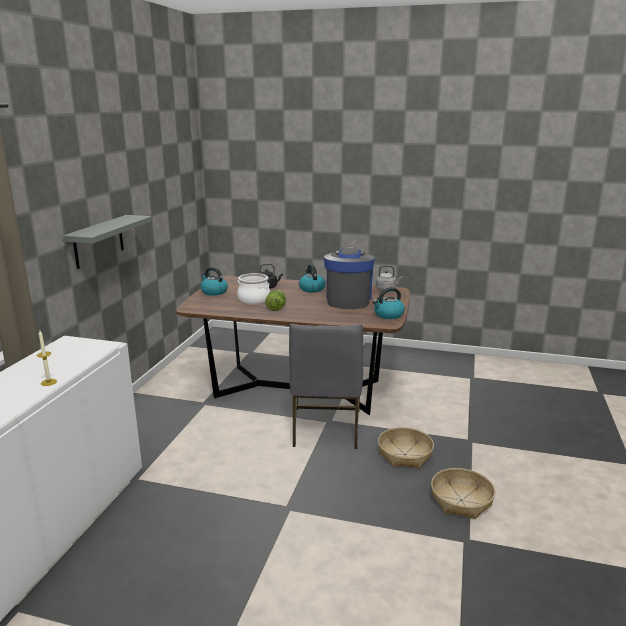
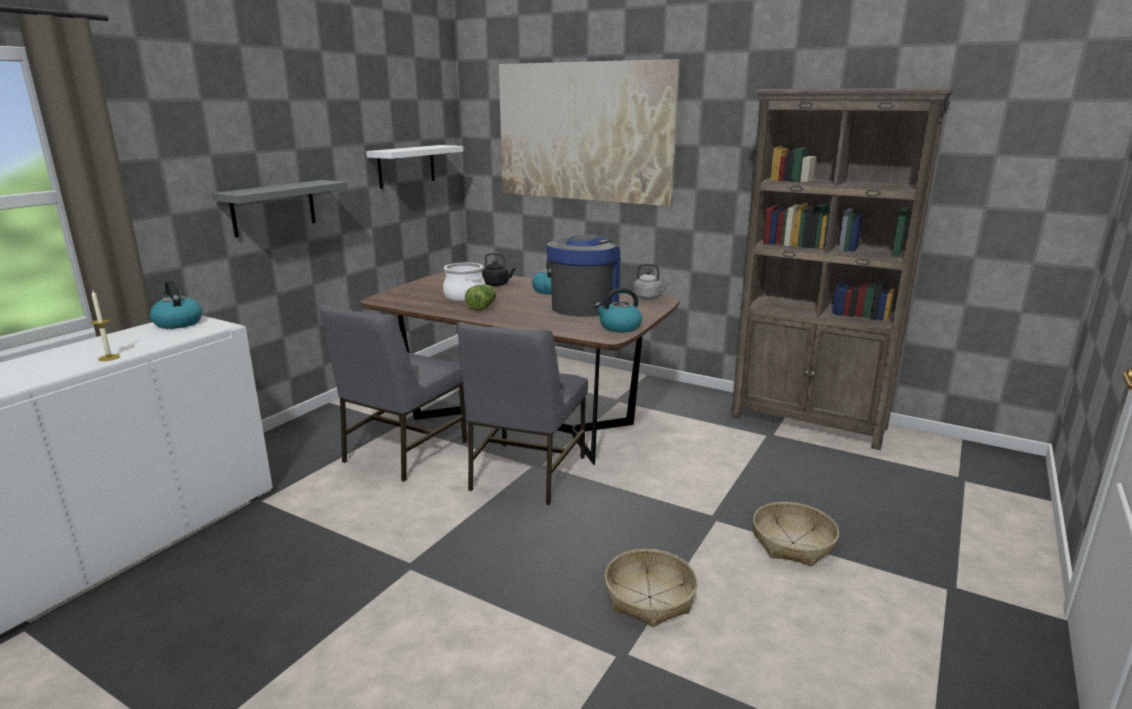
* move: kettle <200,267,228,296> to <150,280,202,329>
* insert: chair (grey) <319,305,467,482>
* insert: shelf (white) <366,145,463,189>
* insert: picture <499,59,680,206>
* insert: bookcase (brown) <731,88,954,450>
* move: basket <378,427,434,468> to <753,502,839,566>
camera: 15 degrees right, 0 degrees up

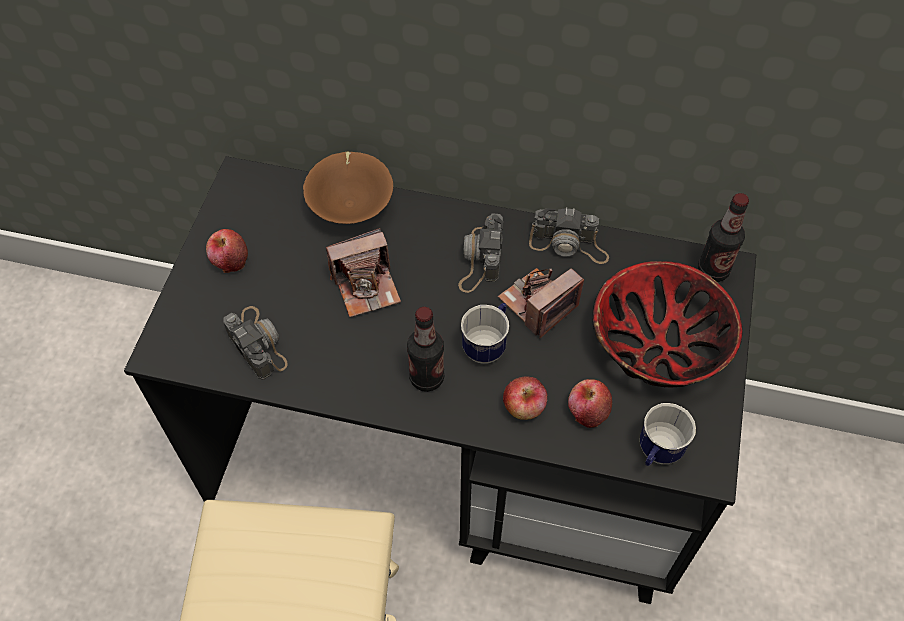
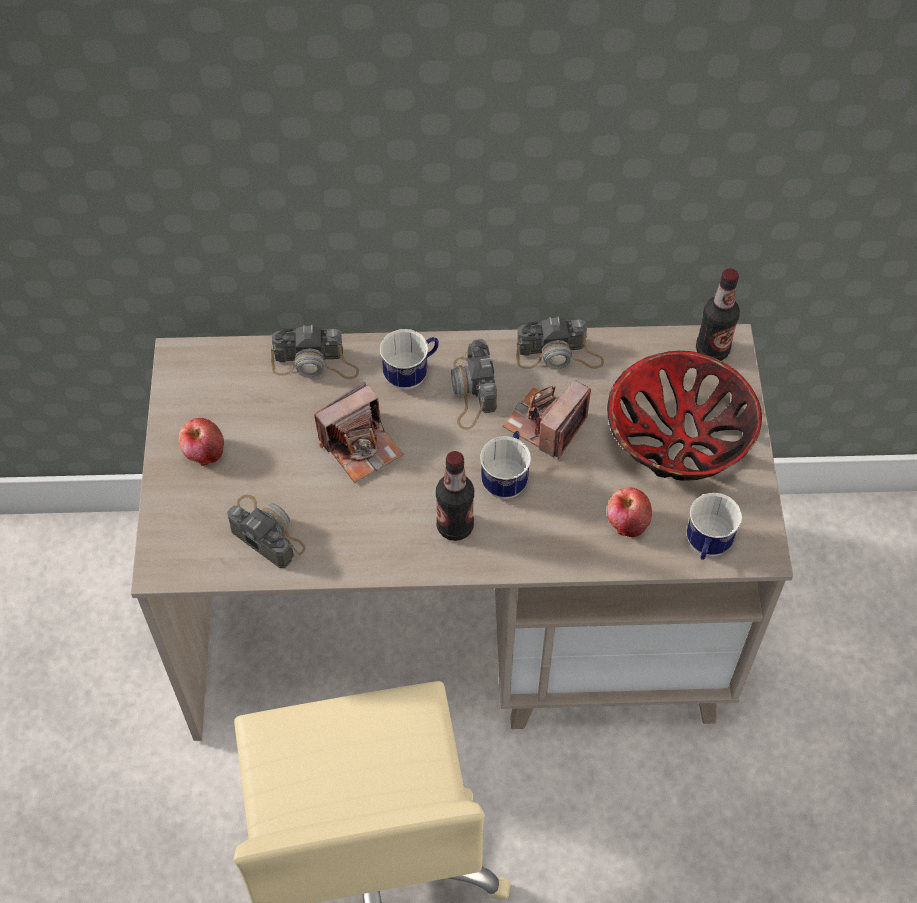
* recolor: desk (black) <124,156,756,604> to desk (beige) <131,324,793,741>
* replace: bowl (brown) <303,152,393,224> to photo camera <271,325,359,379>
* insert: mug <380,329,439,389>
* delete: apple <503,376,547,420>
camera: 15 degrees left, 0 degrees up

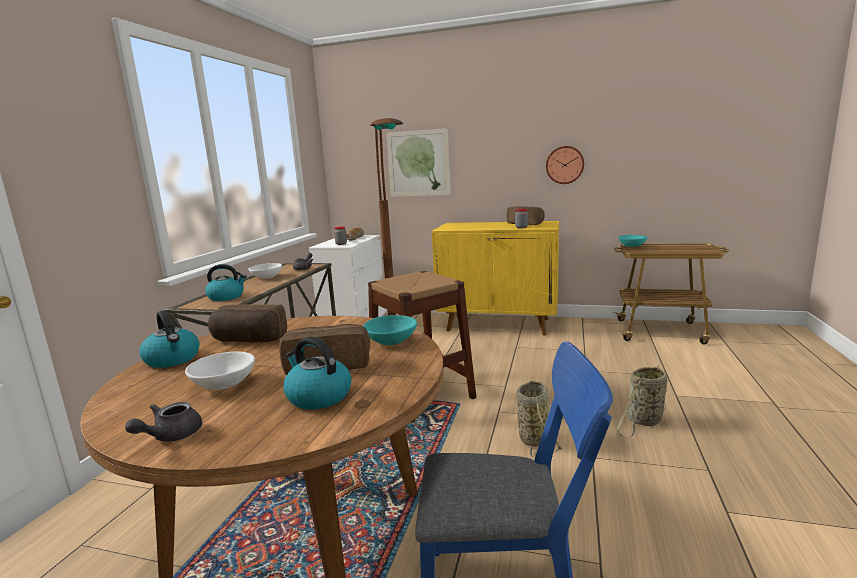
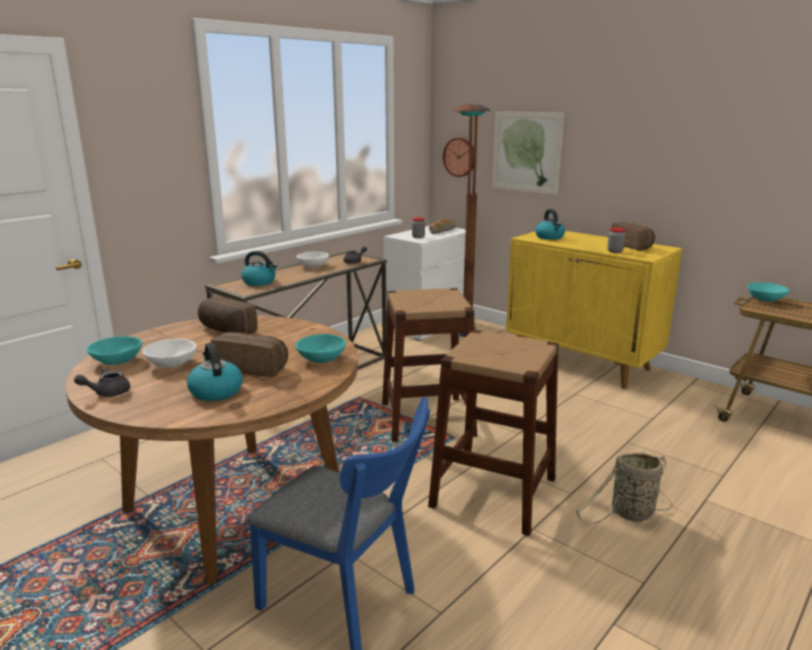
* insert: bowl (turquoise) <86,336,142,365>
* replace: basket <516,381,563,457> to stool (brown) <428,330,559,536>
* move: wall clock <546,146,584,184> to <443,138,474,177>
* move: kettle <140,310,199,368> to <535,209,565,240>
camera: 25 degrees right, 5 degrees up

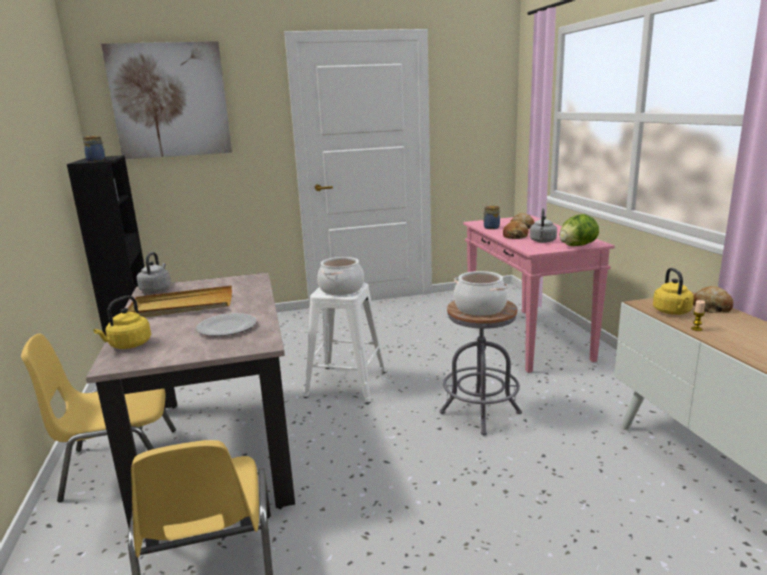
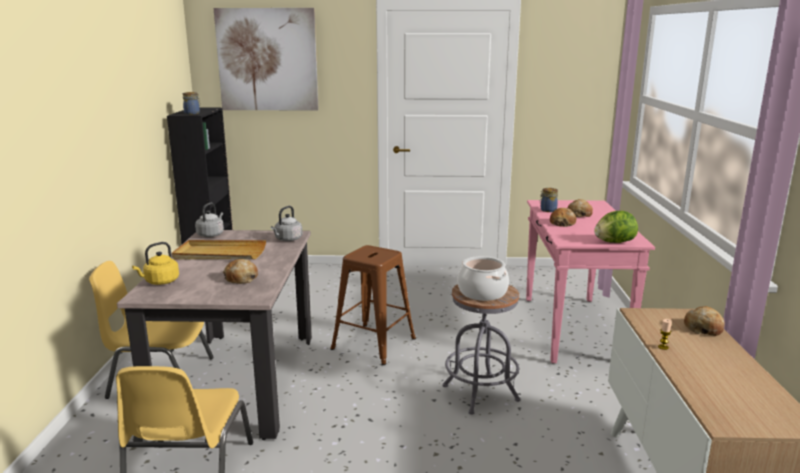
* replace: plate <196,313,257,336> to bread <223,259,258,284>
* move: kettle (grey) <530,208,557,243> to <271,206,302,241>
* recolor: stool (white) <304,283,386,404> to stool (brown) <330,245,416,365>
* delete: cooking pot <317,257,364,295>
* delete: kettle (yellow) <653,268,694,315>
camera: 15 degrees right, 0 degrees up

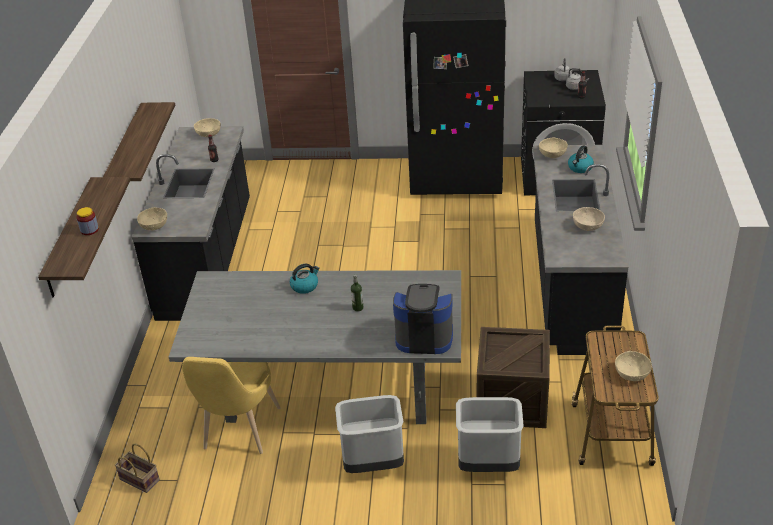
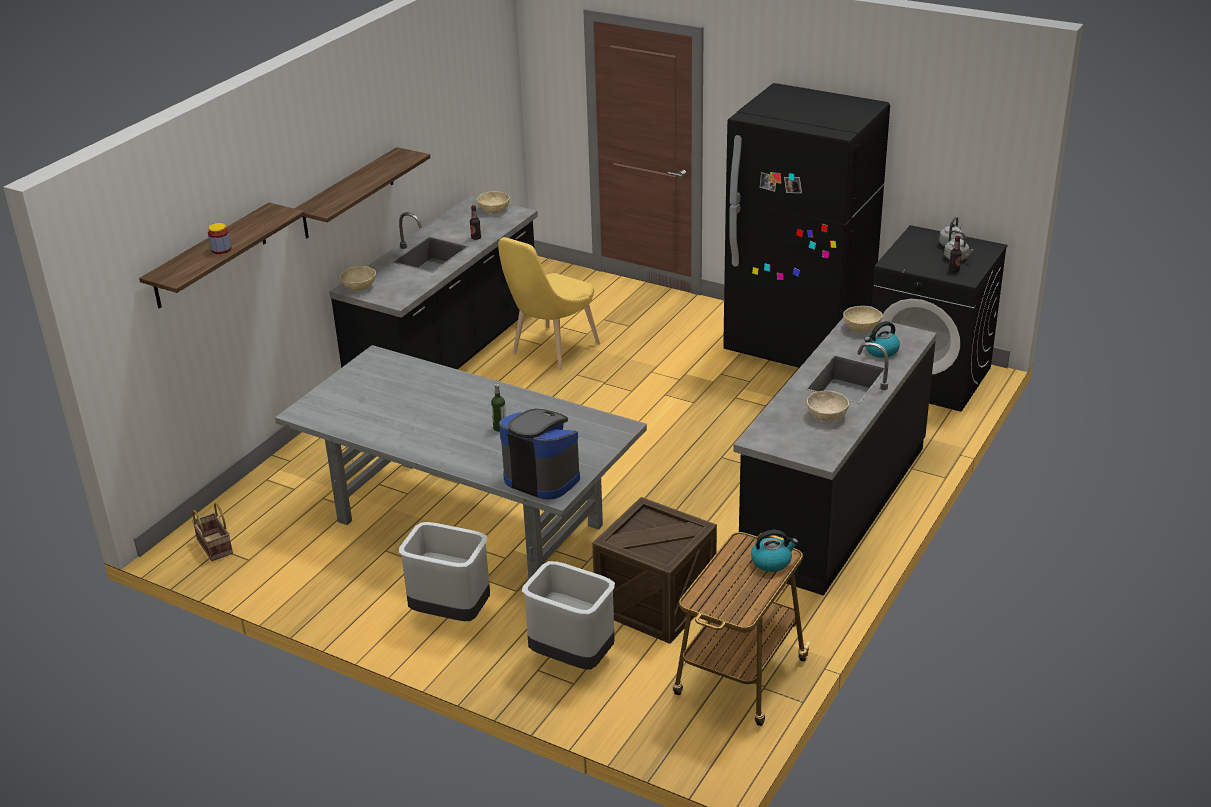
* move: chair (yellow) <182,357,280,454> to <498,237,600,370>
* move: kettle <290,264,319,294> to <751,530,798,572>
* delete: bowl (beige) <615,351,652,381>
camera: 25 degrees right, 5 degrees down

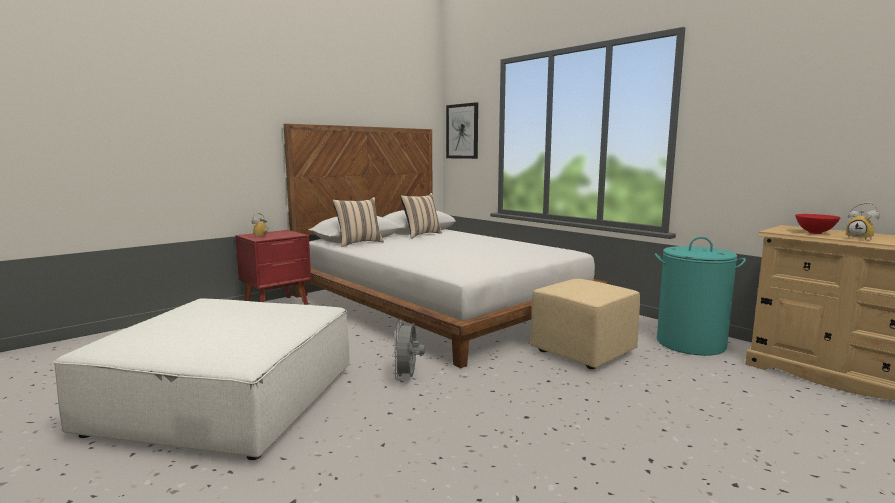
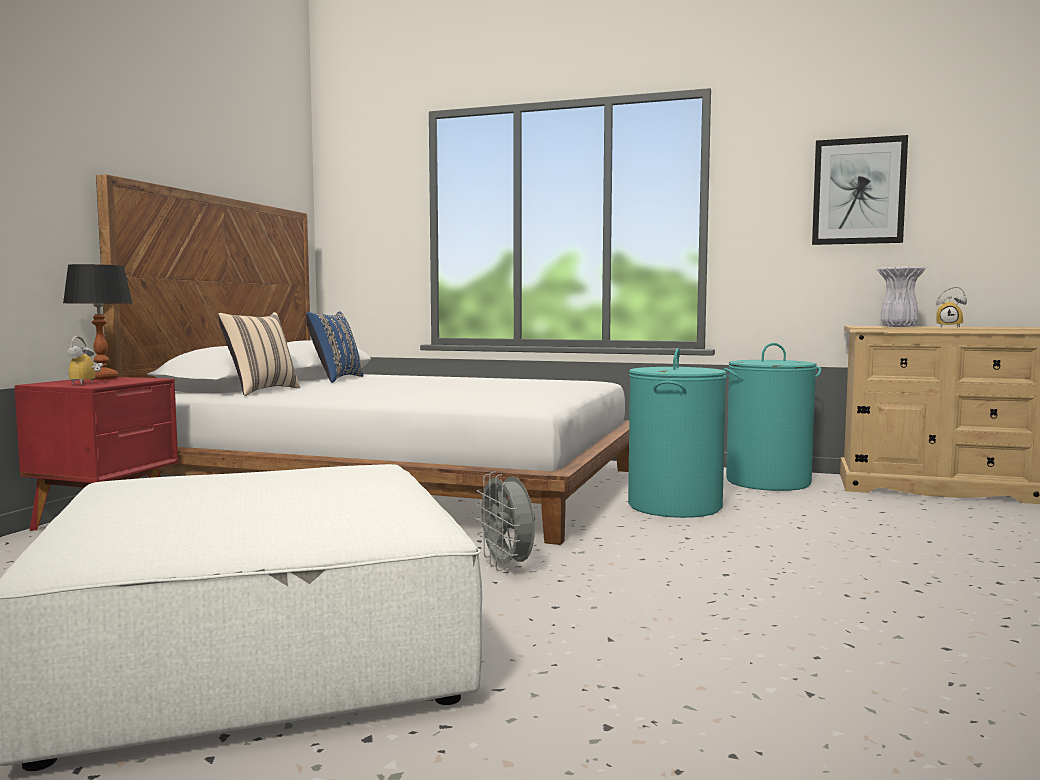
* insert: table lamp <63,264,132,380>
* recolor: pillow (beige) <400,193,442,238> to pillow (blue) <306,311,363,383>
* replace: ottoman (beige) <530,279,640,369> to laundry basket (turquoise) <628,348,727,518>
* move: picture <446,102,478,159> to <812,135,908,245>
* replace: bowl (red) <795,214,840,234> to vase (white) <877,266,926,327>
camera: 30 degrees left, 5 degrees down

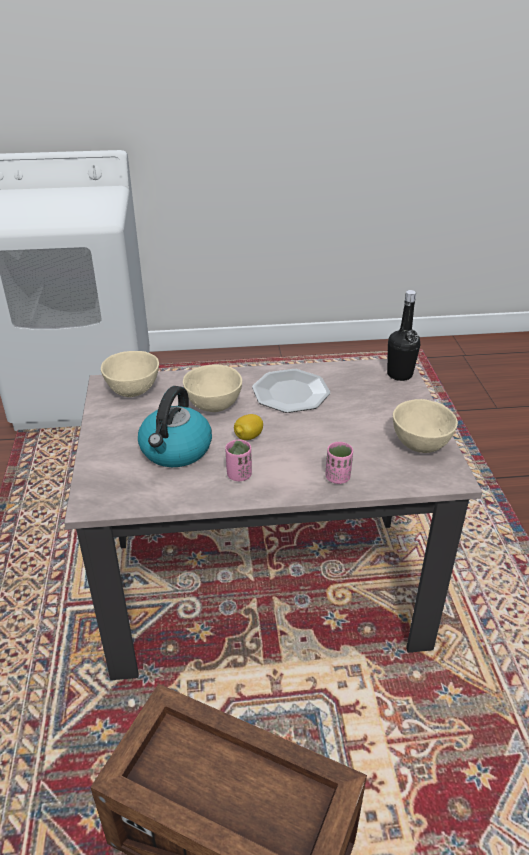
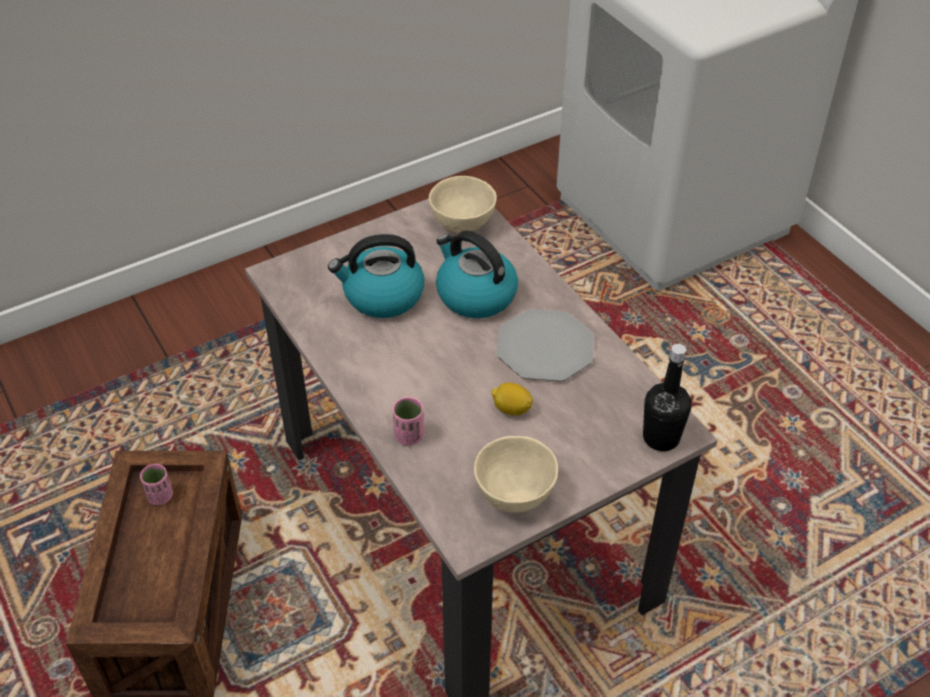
* move: cup (pink) <225,439,252,481> to <140,464,173,505>
* replace: bowl (beige) <183,365,242,412> to kettle <436,231,518,318>
* move: lemon <234,414,263,440> to <491,383,533,415>
camera: 65 degrees right, 10 degrees up

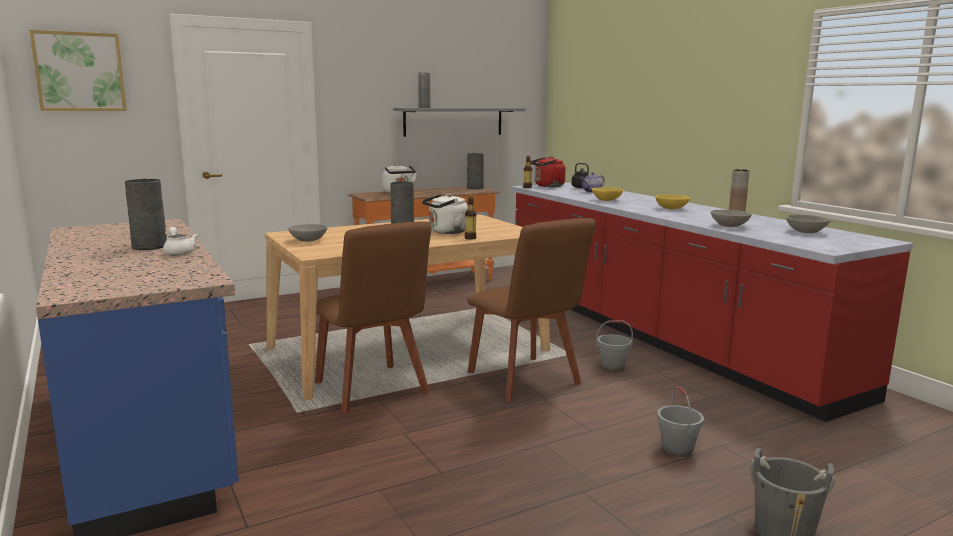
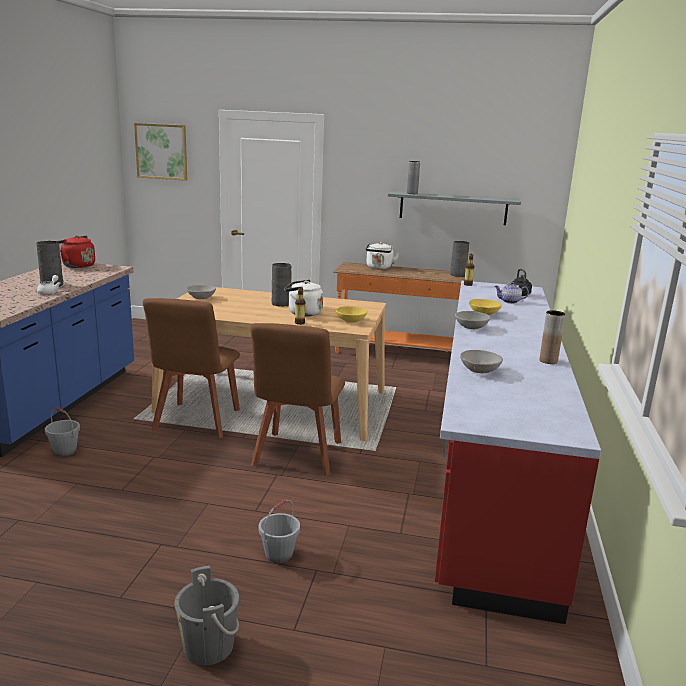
* move: bucket (grey) <596,320,633,372> to <45,407,80,457>
* move: kettle (red) <531,156,566,187> to <57,236,95,268>
* move: bowl (yellow) <655,195,690,209> to <336,306,368,323>
* move: bowl (grey) <786,215,831,233> to <455,311,490,329>
camera: 40 degrees right, 5 degrees up

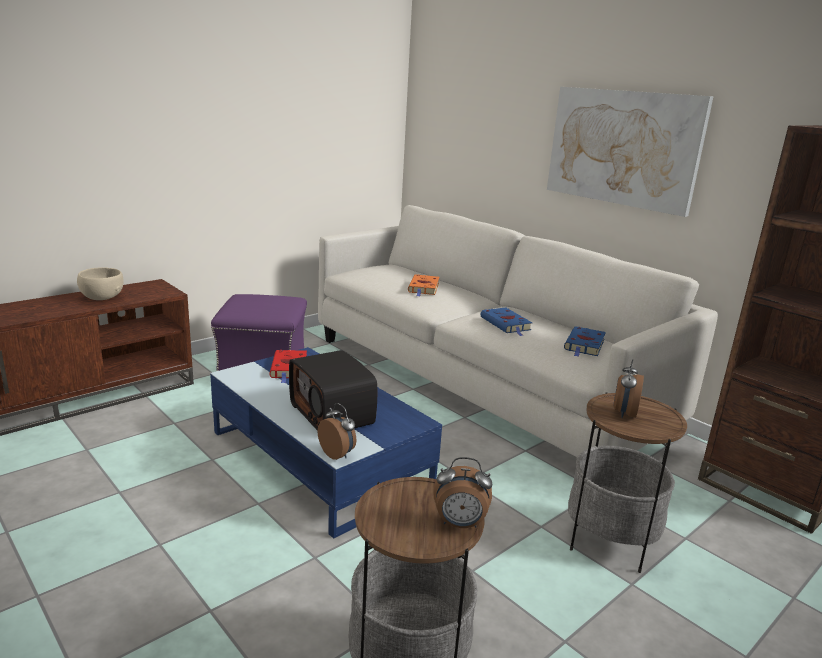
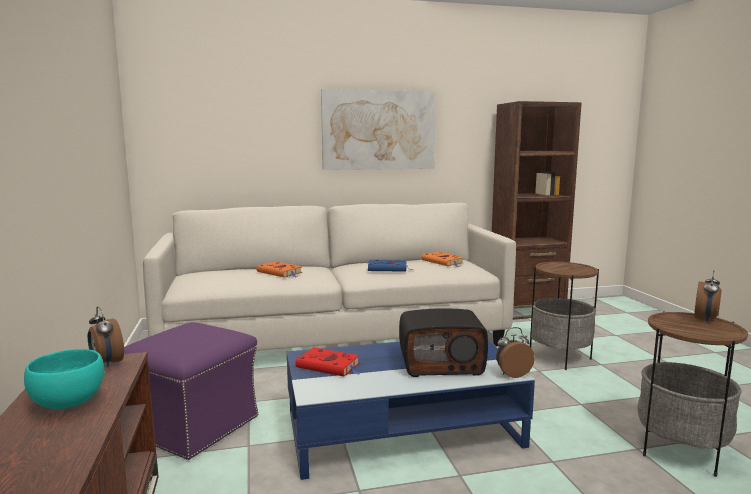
* recolor: bowl (beige) <77,267,124,300> to bowl (turquoise) <24,349,105,409>
* move: alarm clock <613,359,644,418> to <88,306,124,367>
* recolor: book (blue) <564,326,606,357> to book (orange) <422,252,464,267>
camera: 60 degrees left, 10 degrees down

